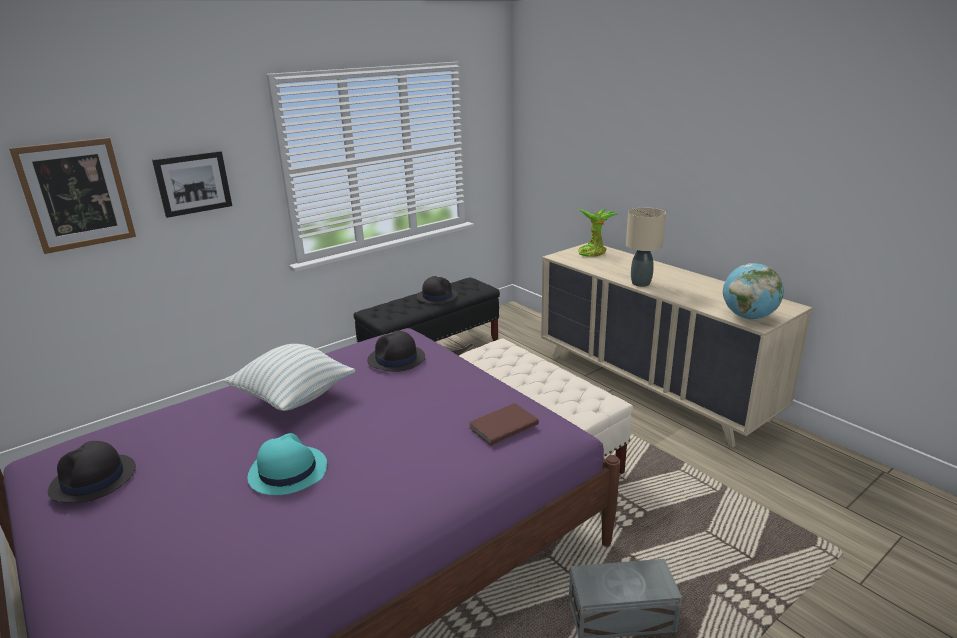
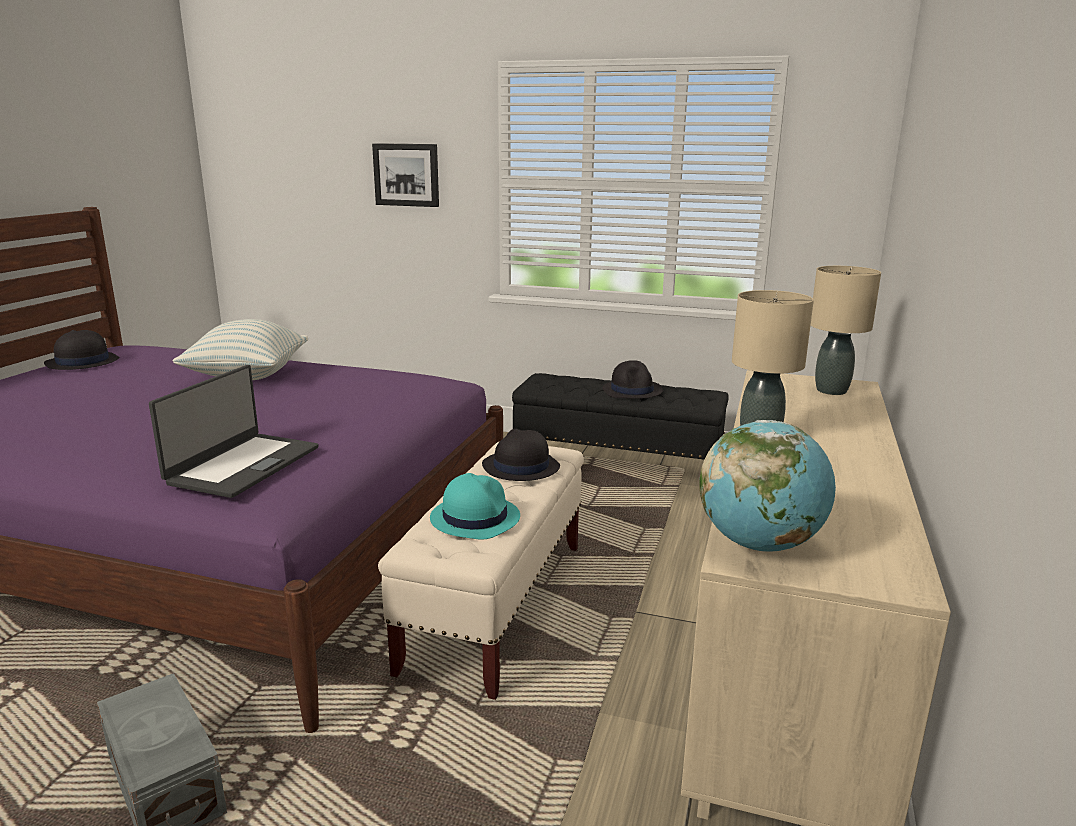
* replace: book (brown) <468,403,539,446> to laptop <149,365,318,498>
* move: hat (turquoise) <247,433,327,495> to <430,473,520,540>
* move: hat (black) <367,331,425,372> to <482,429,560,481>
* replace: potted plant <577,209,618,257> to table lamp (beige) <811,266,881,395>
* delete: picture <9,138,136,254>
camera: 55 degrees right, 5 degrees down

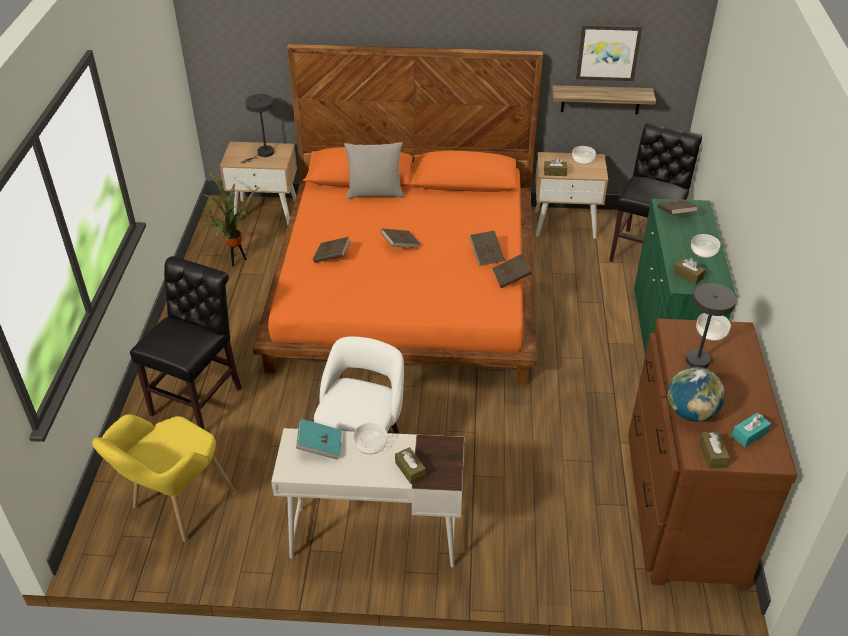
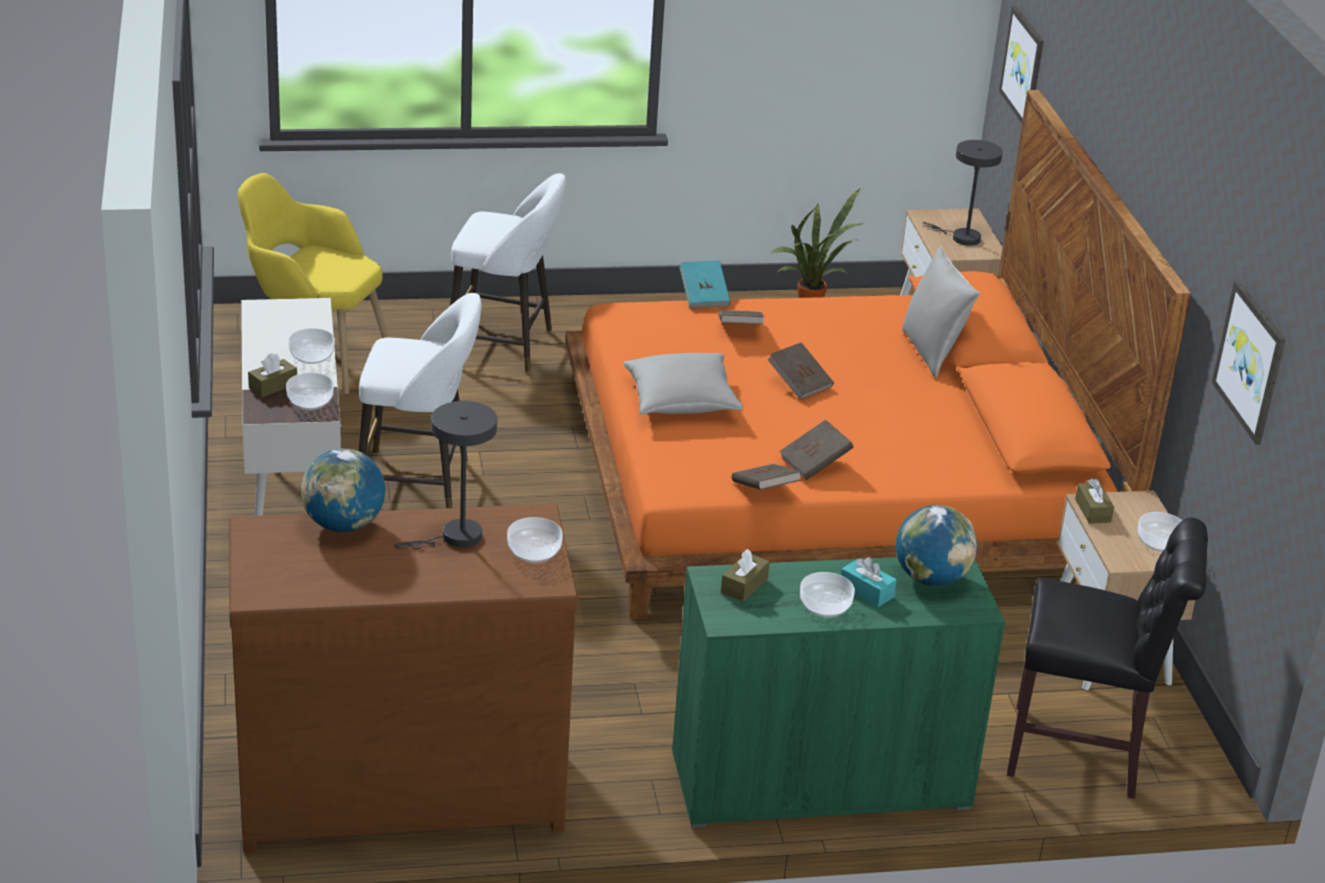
* insert: bowl <286,373,334,410>
* replace: chair (black) <130,256,242,430> to stool (white) <450,173,566,372>
* insert: pillow (grey) <623,353,743,414>
* move: book (turquoise) <296,419,342,460> to <679,260,731,308>
* move: tissue box (turquoise) <731,413,771,447> to <841,557,897,607>
* replace: book (brown) <657,200,697,215> to globe <896,505,977,586>
* insert: picture <999,6,1044,123>
* delete: shelf <552,85,656,114>
* delete: tissue box (brown) <699,431,730,469>
camera: 75 degrees right, 10 degrees down

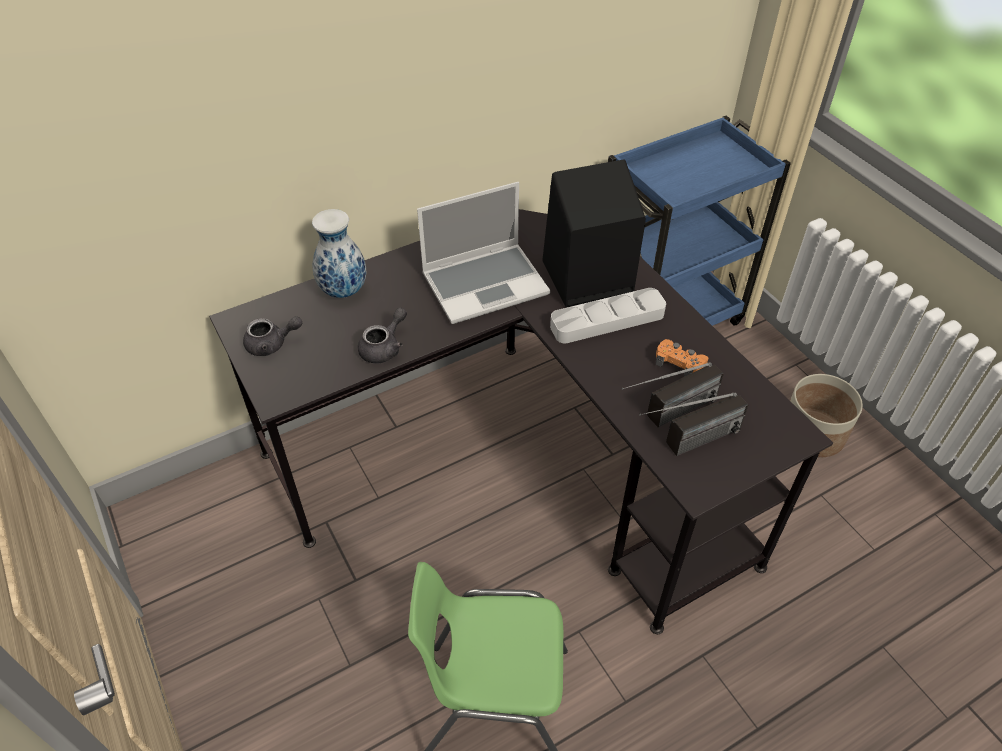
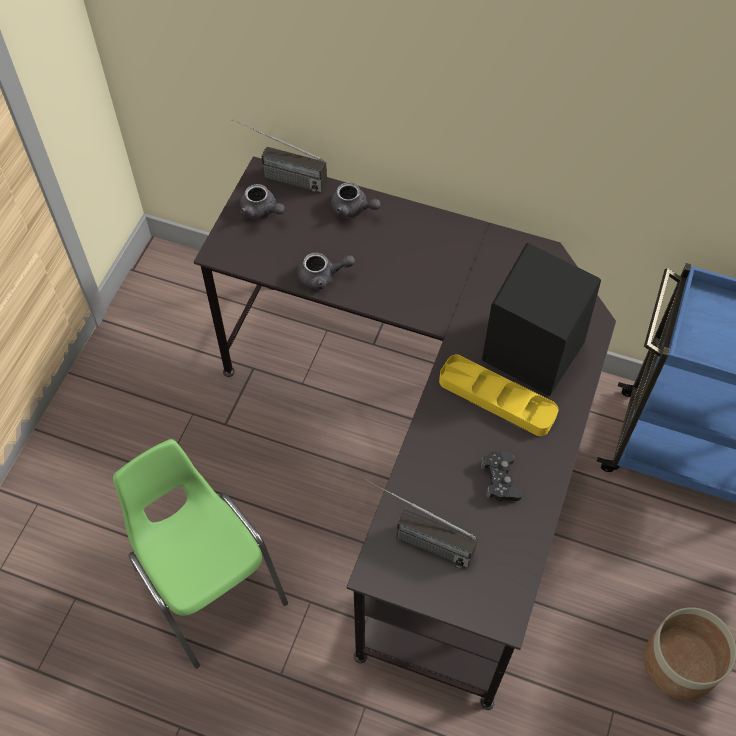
* move: radio <622,362,724,428> to <232,119,327,193>
* replace: vase <312,209,367,298> to teapot (grey) <331,182,381,217>
* recolor: tray (grey) <550,288,666,343> to tray (yellow) <439,354,559,436>
* recolor: game controller (orange) <656,339,708,377> to game controller (black) <481,451,522,501>
* delete: laptop <417,182,550,324>
camera: 50 degrees right, 10 degrees up

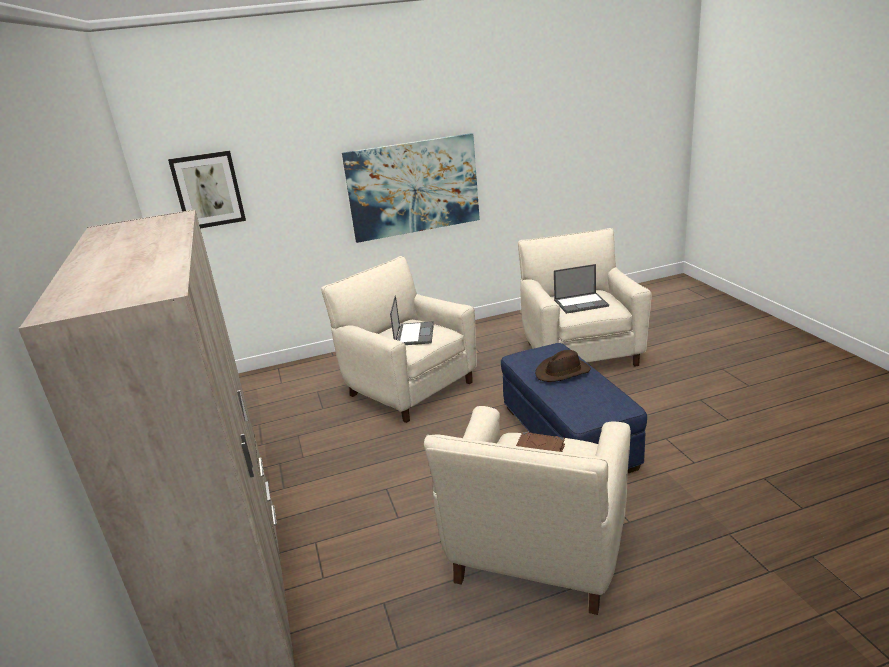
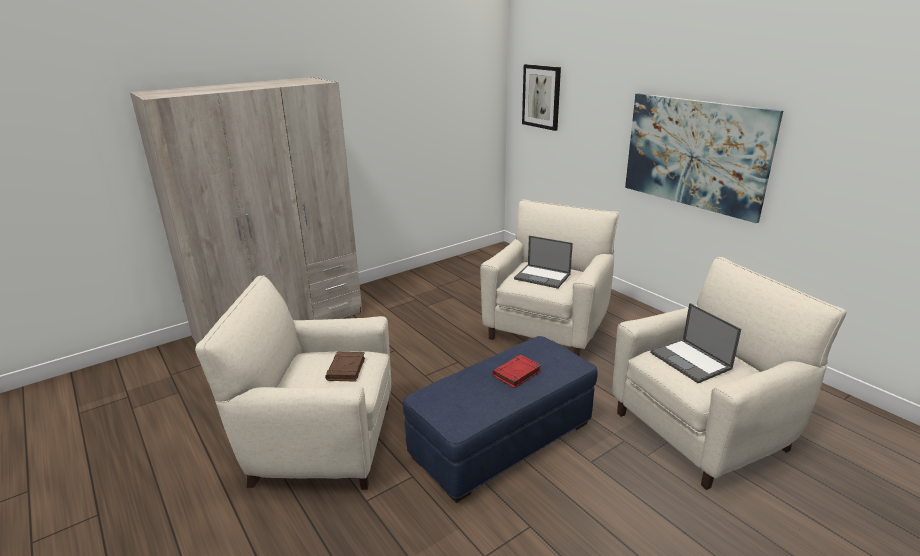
* replace: hat (brown) <535,350,591,382> to book (red) <492,355,541,388>
* rotate: laptop <390,295,434,345> = <514,236,573,289> 45 degrees clockwise
camera: 70 degrees right, 0 degrees up

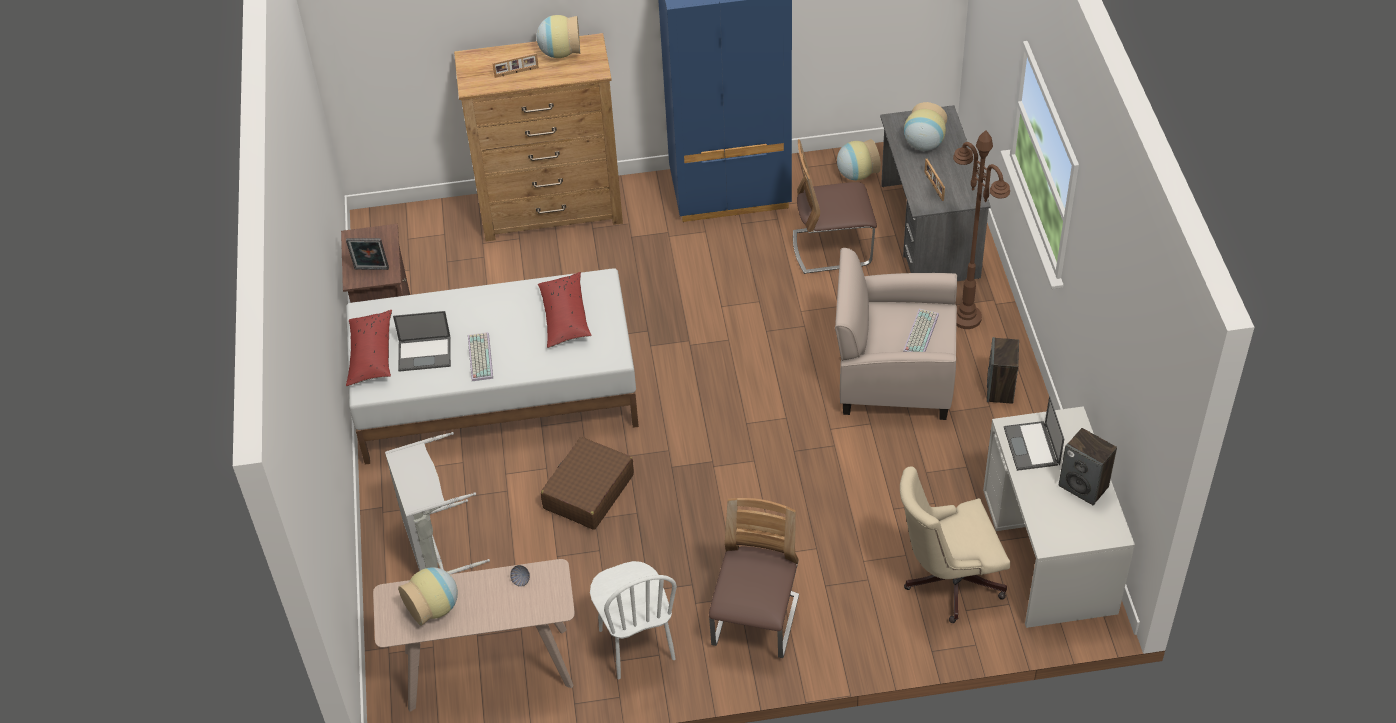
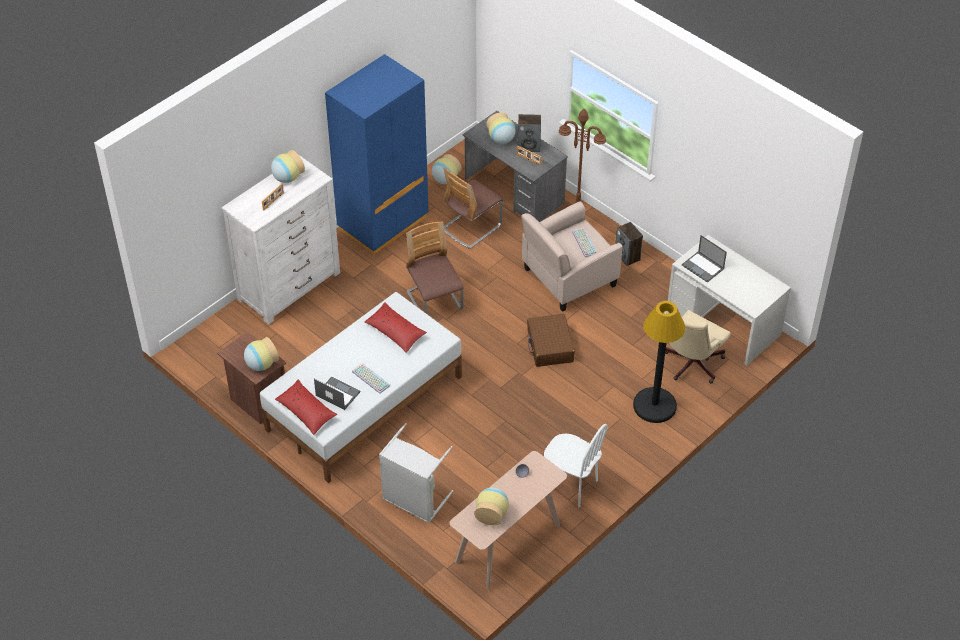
* recolor: dresser (brown) <454,33,623,241> to dresser (white) <222,156,340,324>
* replace: picture frame <346,238,389,270> to vase <244,337,279,371>
* rotate: laptop <393,311,451,372> = <314,377,360,410> 105 degrees counterclockwise
* move: chair <709,498,799,658> to <406,222,464,314>
* move: speaker <1059,428,1117,506> to <518,114,541,152>
* move: suitcase (brown) <541,437,634,530> to <527,314,575,367>
* insert: floor lamp (black) <633,301,685,423>
camera: 40 degrees left, 0 degrees up

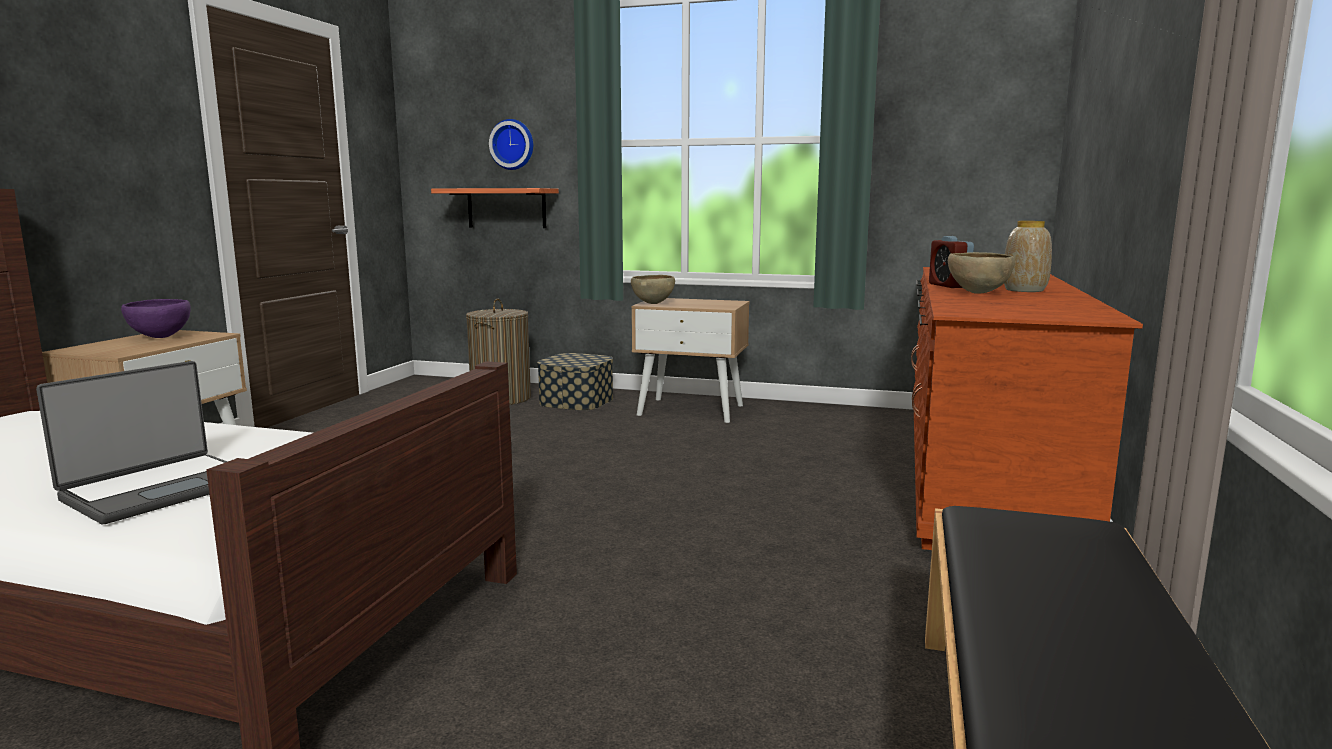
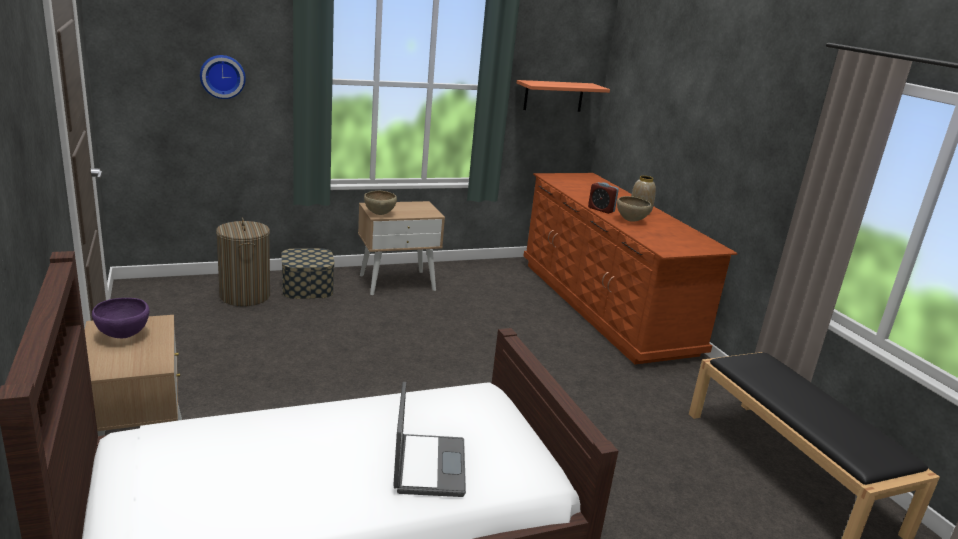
* move: shelf <431,188,559,228> to <517,80,610,112>
camera: 40 degrees left, 10 degrees up

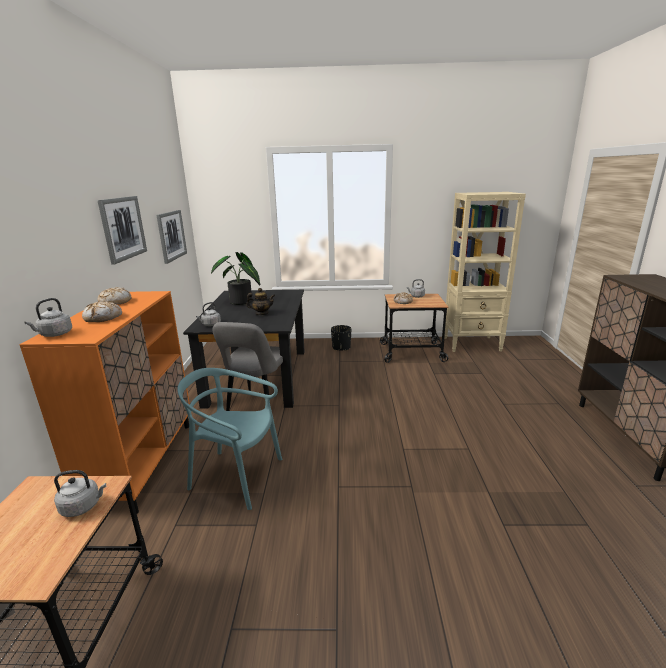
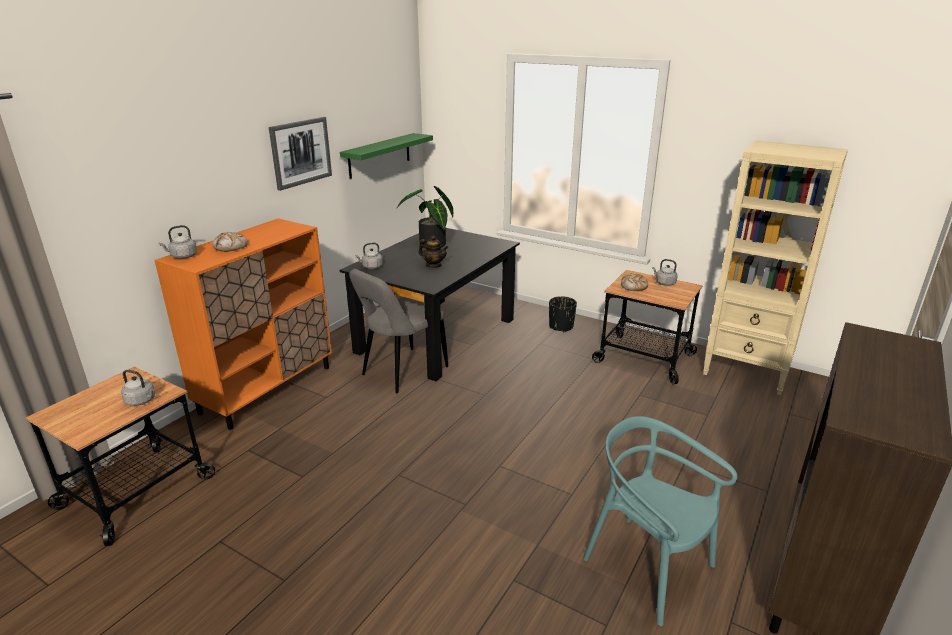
* replace: picture <156,210,187,264> to shelf (green) <340,133,433,179>
* move: chair (turquoise) <177,368,282,510> to <583,416,737,626>
* delete: bread <98,287,132,305>
camera: 30 degrees right, 5 degrees up

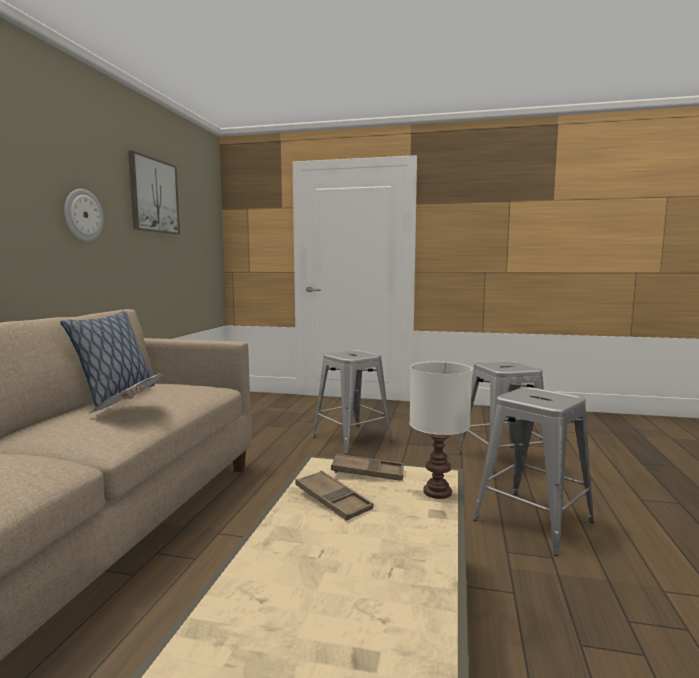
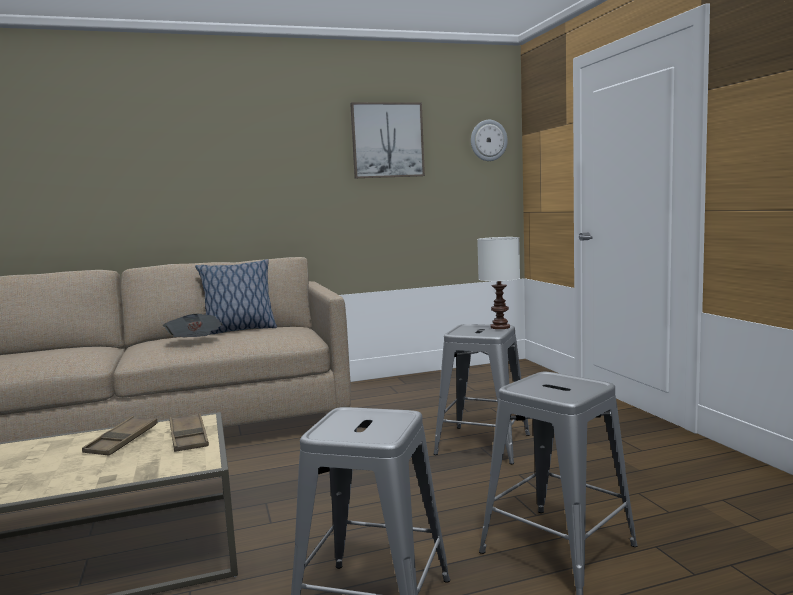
* move: wall clock <64,189,103,242> to <471,120,508,161>
* move: table lamp (white) <410,362,472,499> to <477,237,520,329>
camera: 60 degrees right, 0 degrees up

